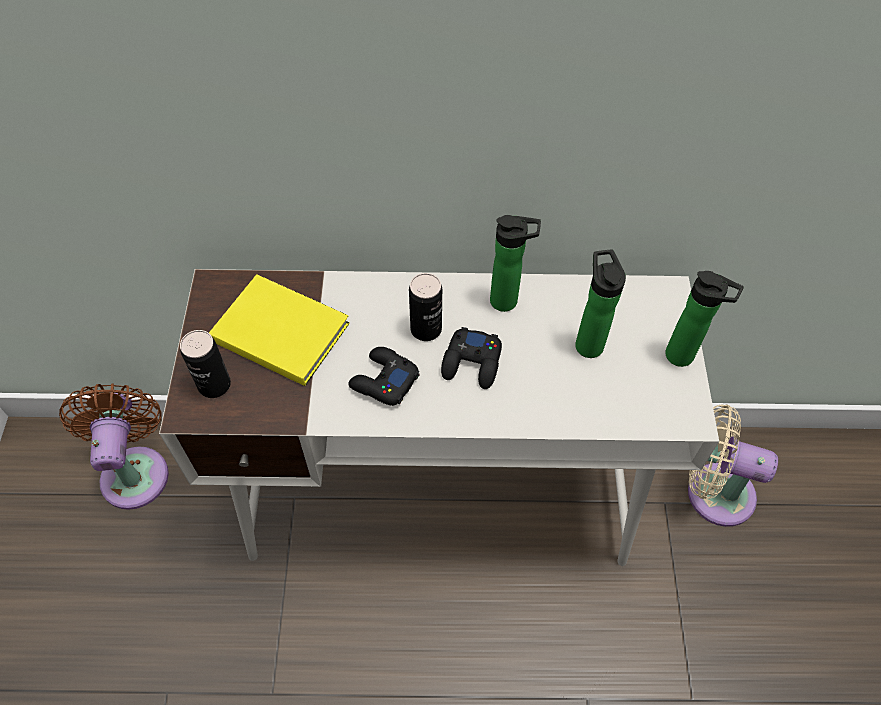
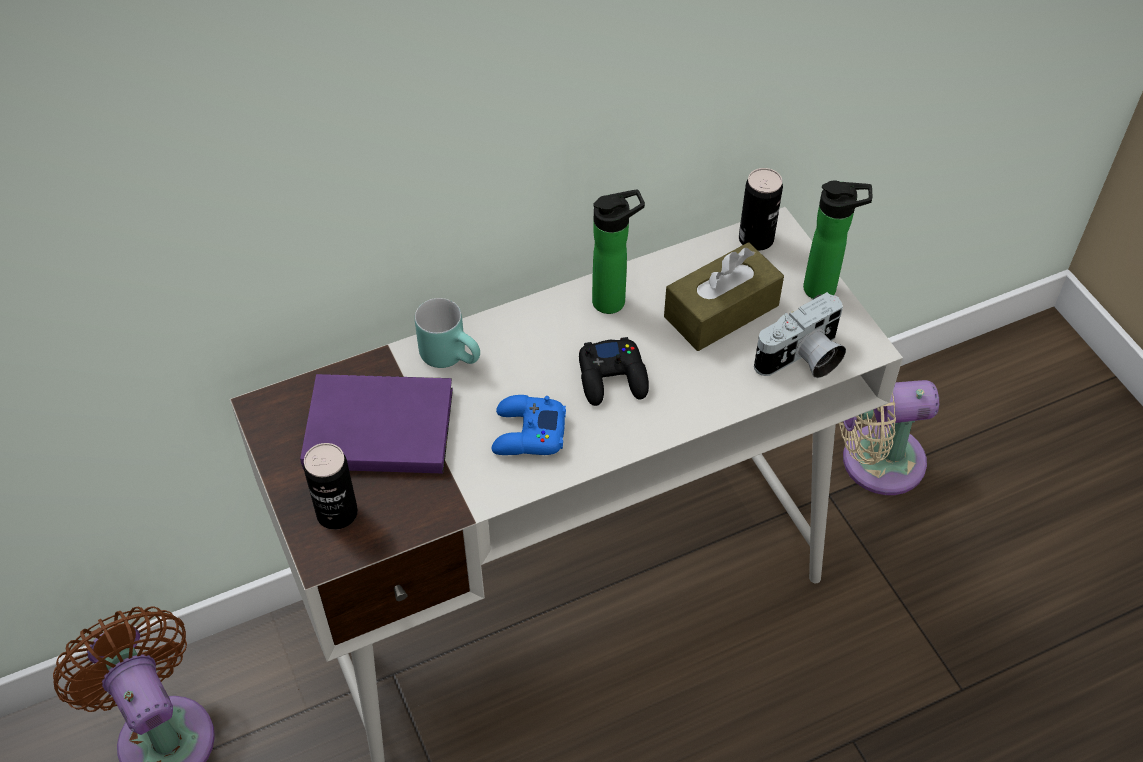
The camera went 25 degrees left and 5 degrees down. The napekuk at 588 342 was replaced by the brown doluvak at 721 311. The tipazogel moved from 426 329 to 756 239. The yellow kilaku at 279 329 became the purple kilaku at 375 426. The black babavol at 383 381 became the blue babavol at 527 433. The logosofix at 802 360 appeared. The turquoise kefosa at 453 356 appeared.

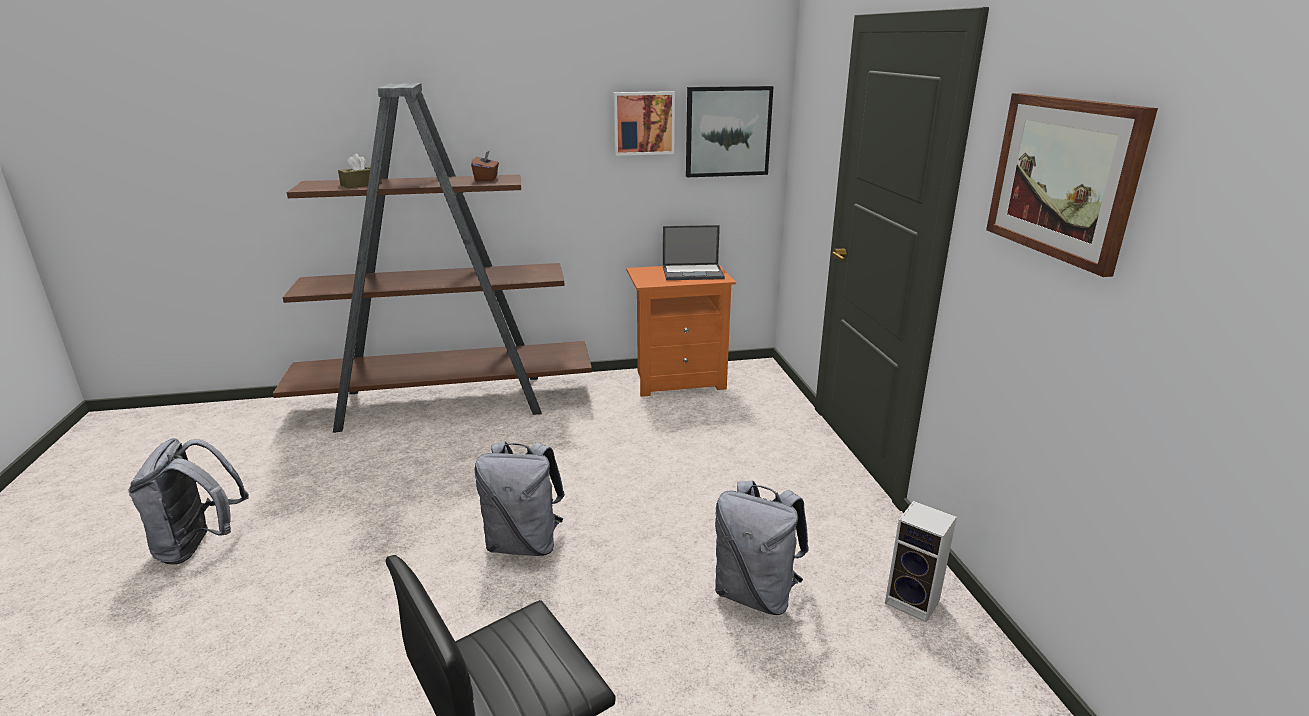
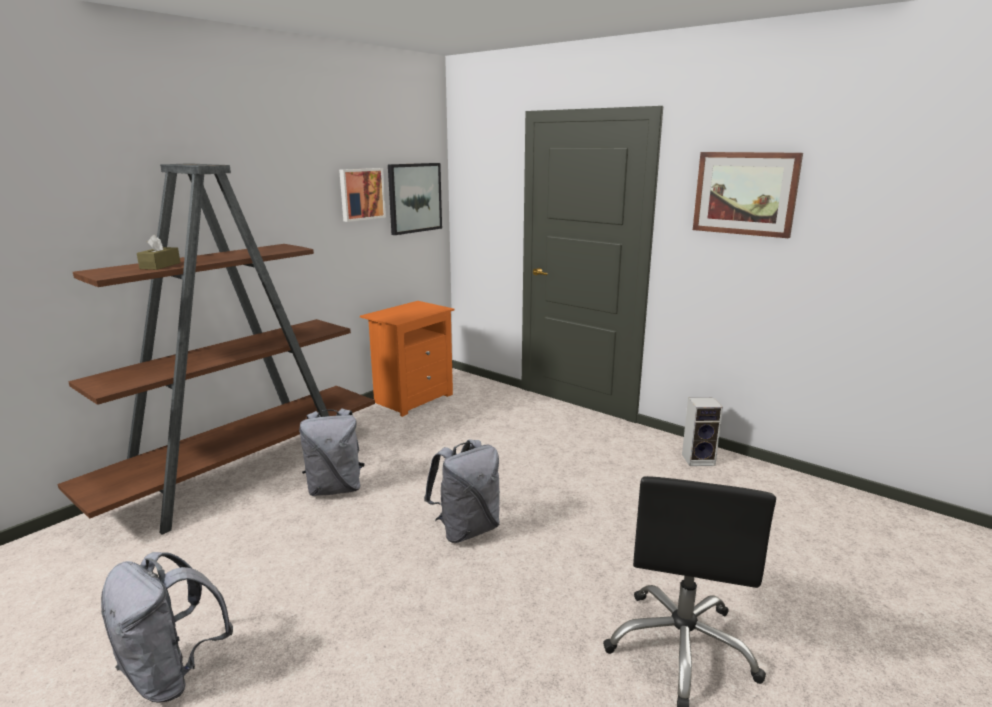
The camera went 40 degrees left and 5 degrees down. The brown doluvak at 487 179 disappeared. The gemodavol at 693 272 disappeared. The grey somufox moved from 756 594 to 335 488.

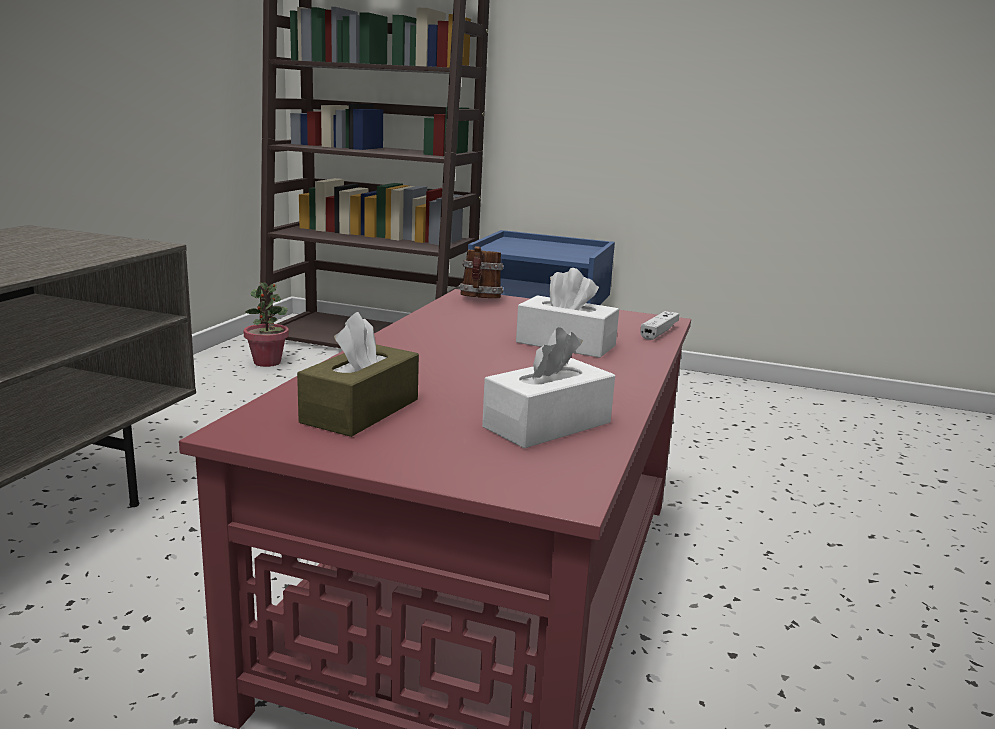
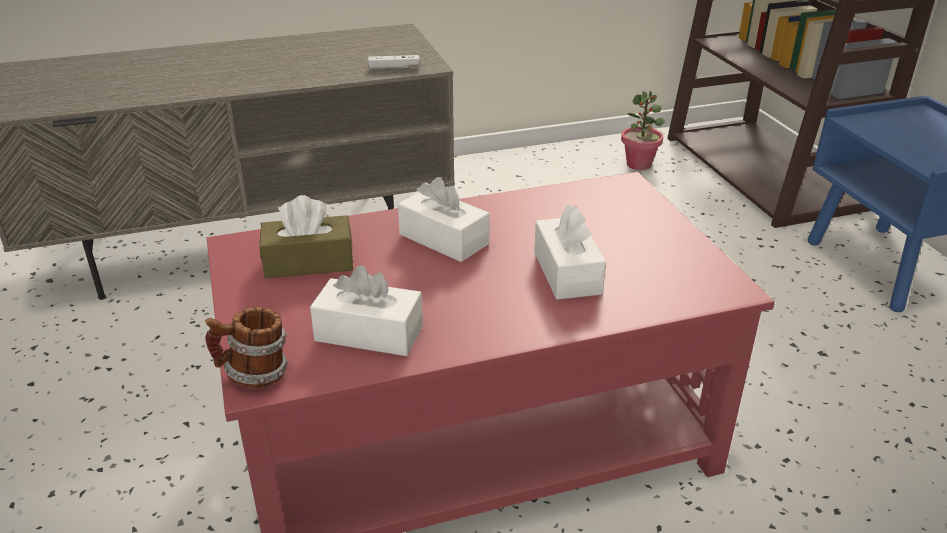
The camera went 55 degrees right and 15 degrees up. The kefosa moved from 480 299 to 254 376. The white babavol moved from 659 332 to 394 68. The white doluvak at 443 239 appeared.

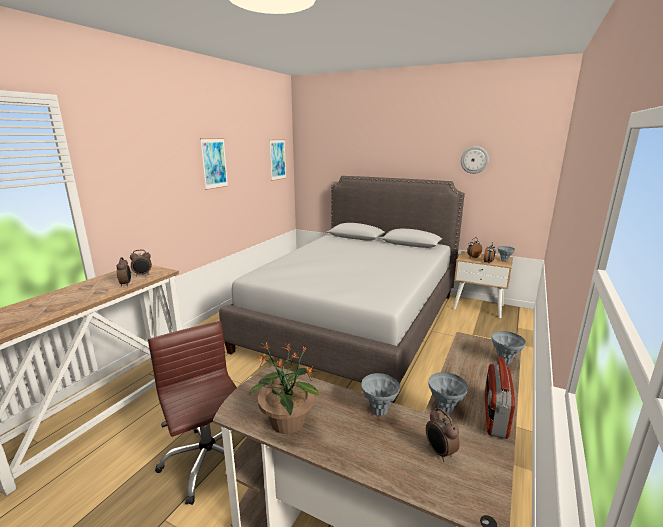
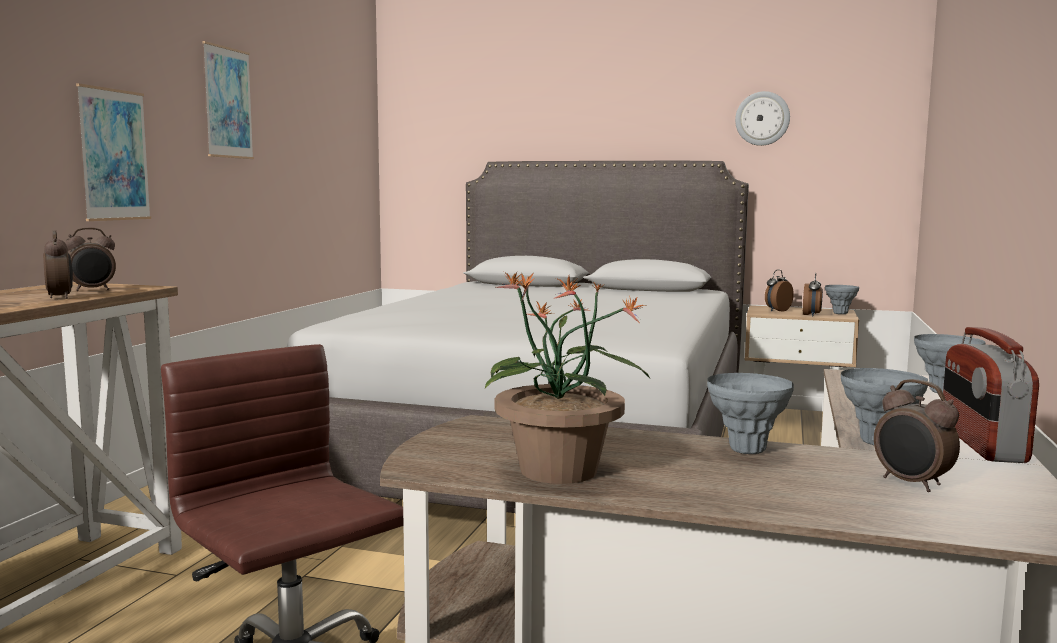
The camera went 10 degrees left and 10 degrees down. The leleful moved from 277 159 to 114 155.

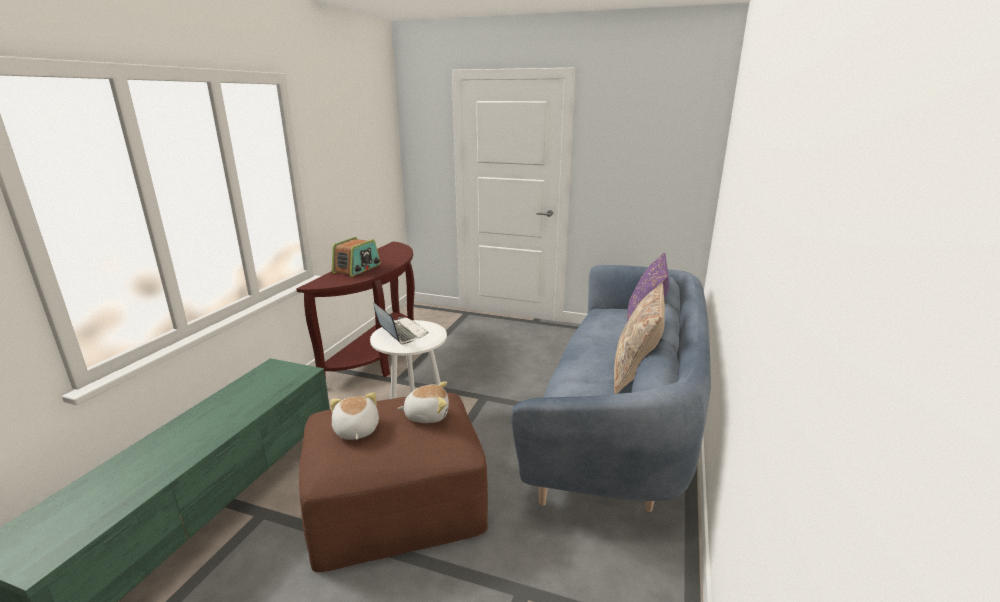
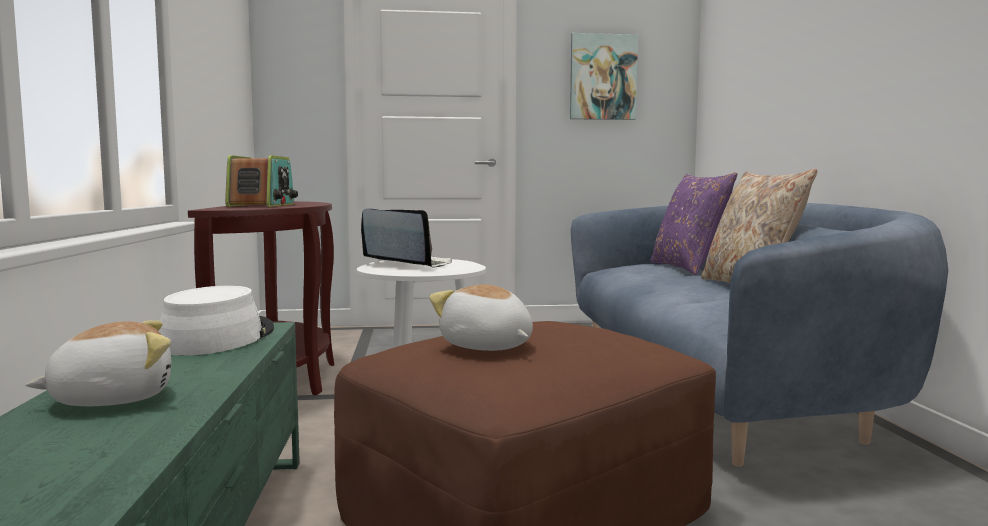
The camera went 25 degrees left and 15 degrees down. The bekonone moved from 427 415 to 112 398. The leleful at 603 77 appeared. The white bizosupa at 217 338 appeared.

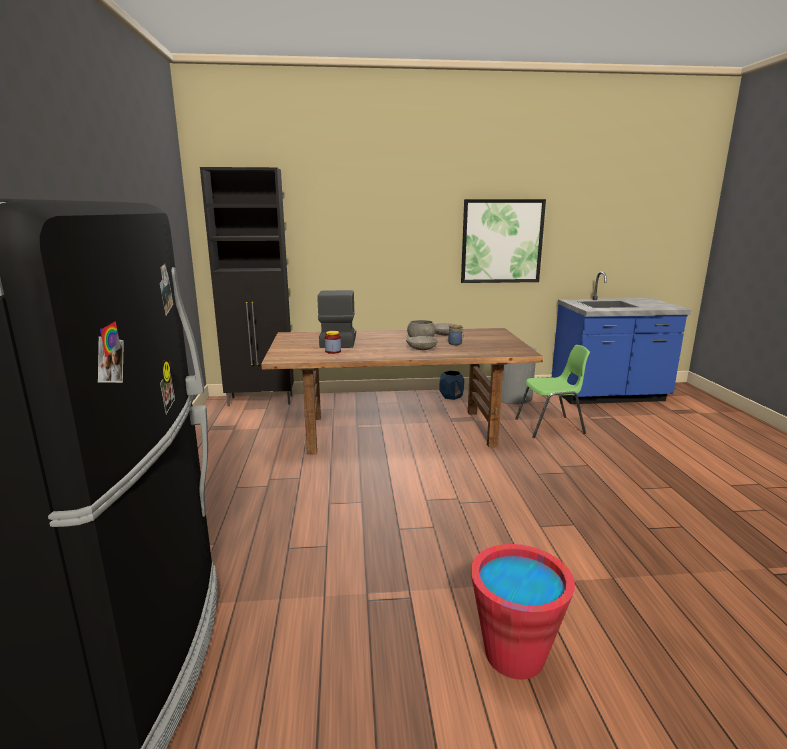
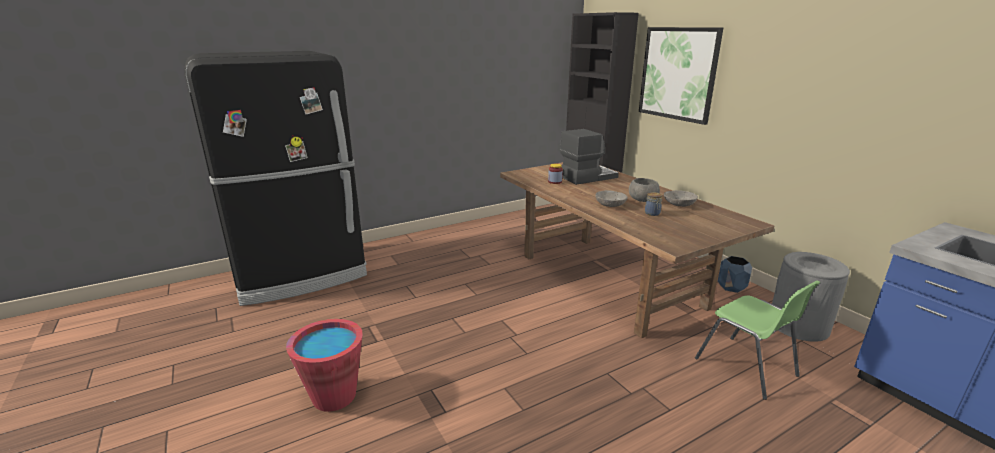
The camera went 65 degrees right and 5 degrees up. The leleful moved from 502 241 to 678 74.

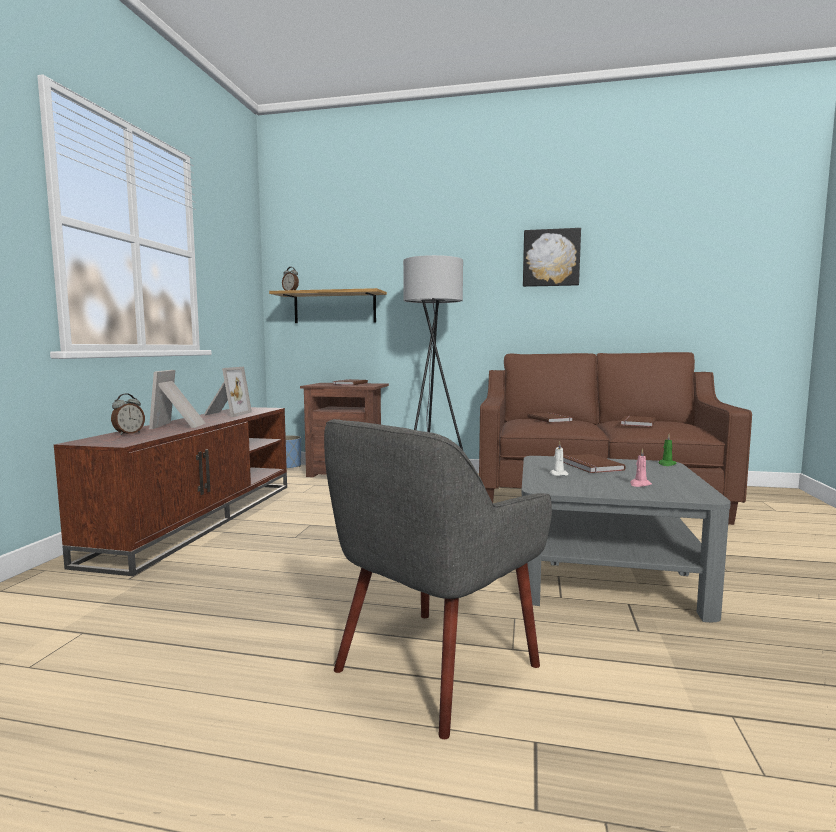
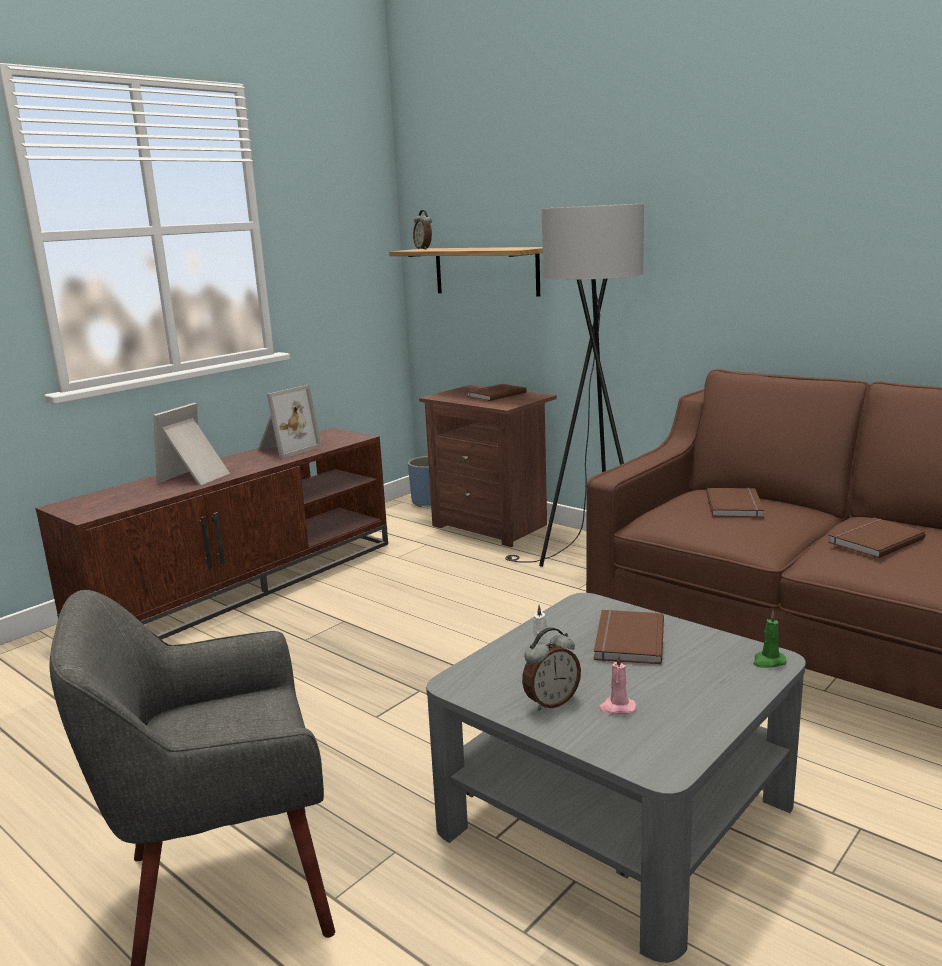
The camera went 30 degrees right and 10 degrees up. The leleful at 551 258 disappeared. The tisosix moved from 128 433 to 551 702.

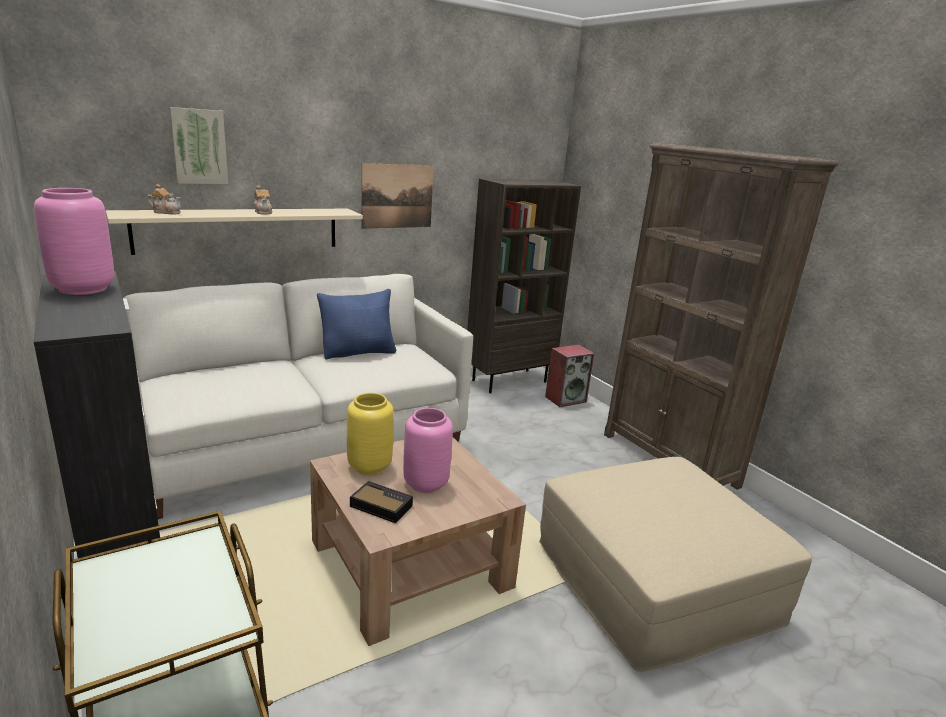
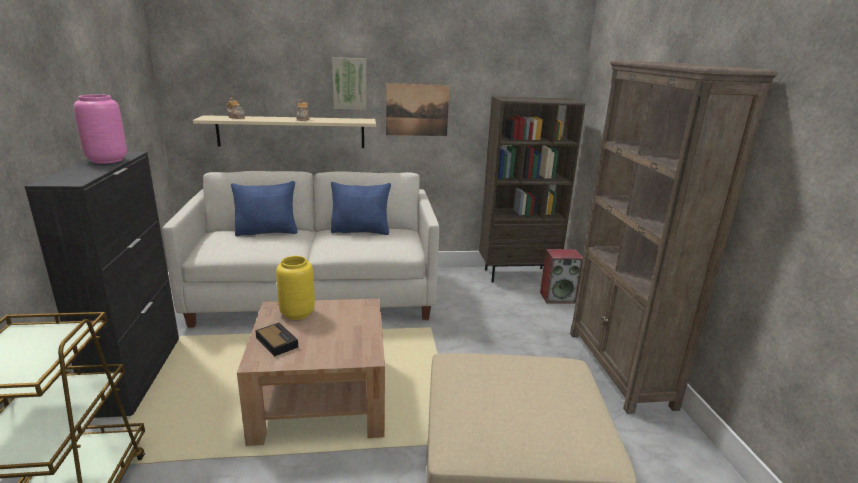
The camera went 25 degrees right and 0 degrees up. The leleful moved from 199 146 to 350 83. The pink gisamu at 426 483 disappeared. The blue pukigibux at 267 232 appeared.

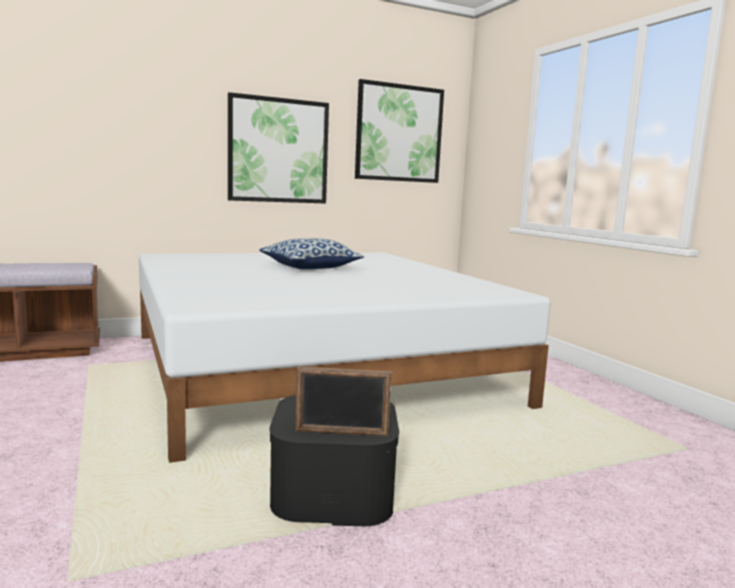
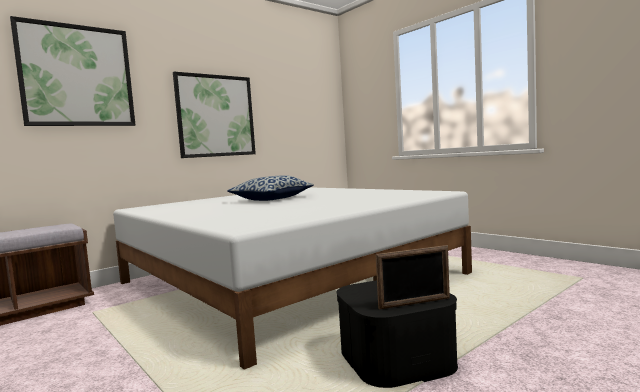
The camera went 15 degrees left and 5 degrees down. The leleful moved from 399 133 to 77 76.

